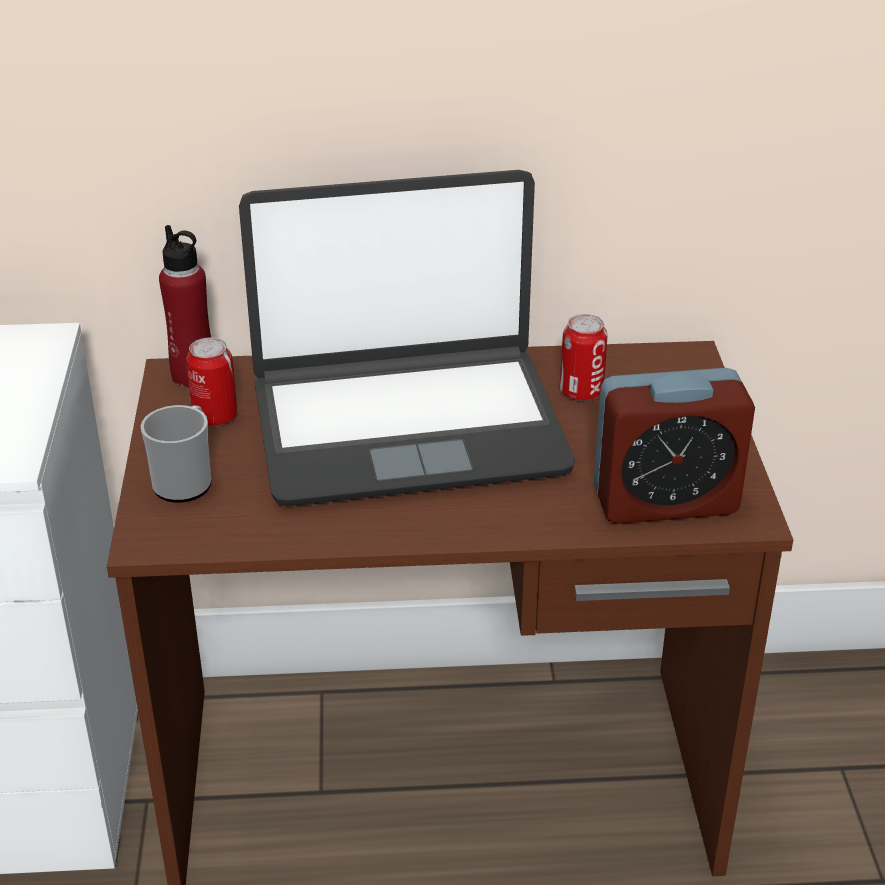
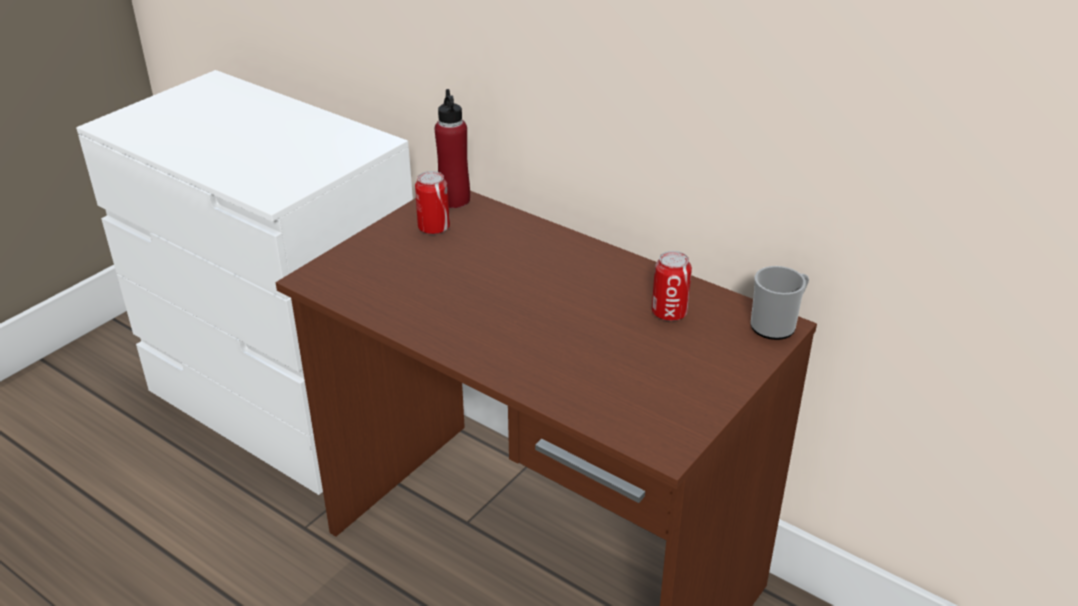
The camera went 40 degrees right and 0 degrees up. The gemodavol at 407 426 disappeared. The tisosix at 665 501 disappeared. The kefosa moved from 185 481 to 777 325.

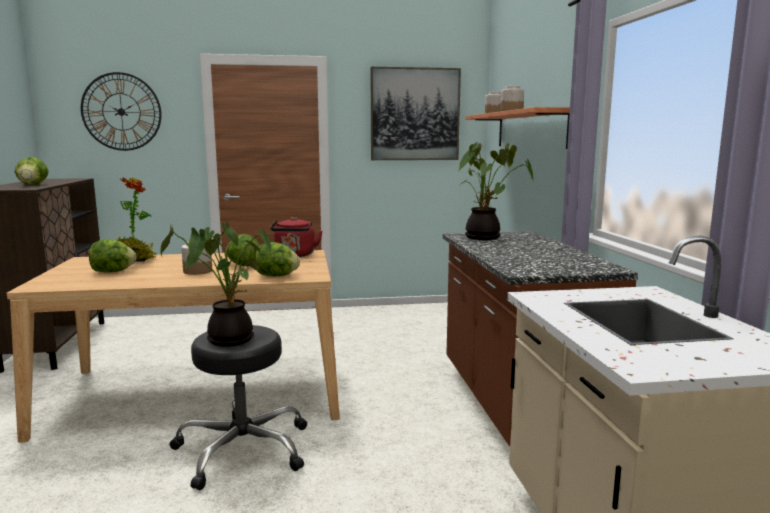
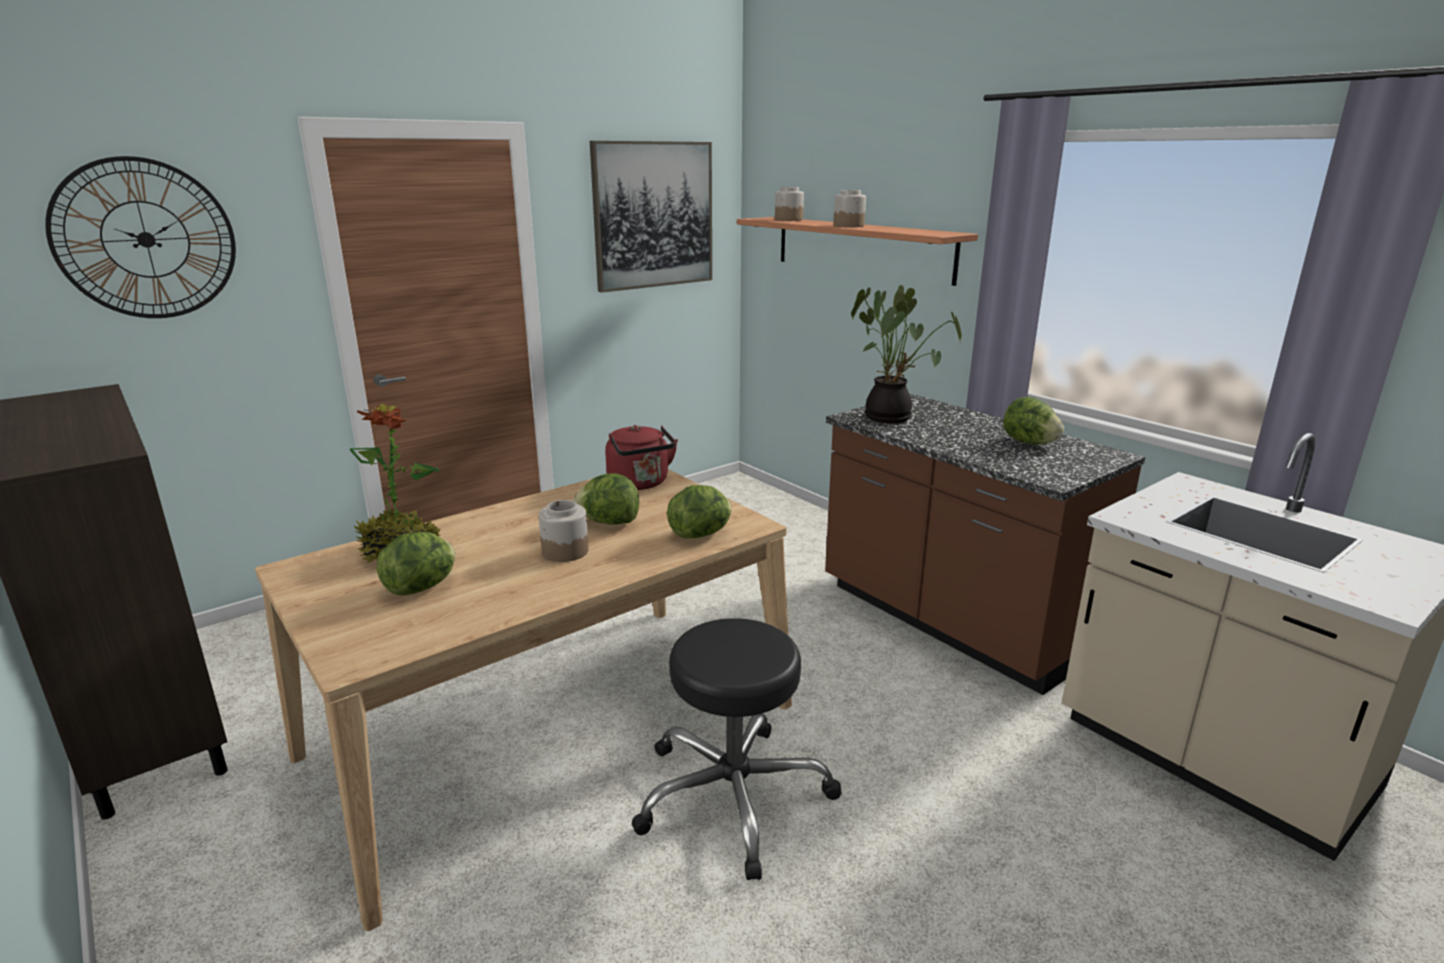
The camera went 30 degrees left and 10 degrees up. The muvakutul moved from 33 185 to 1029 442. The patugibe at 228 339 disappeared.

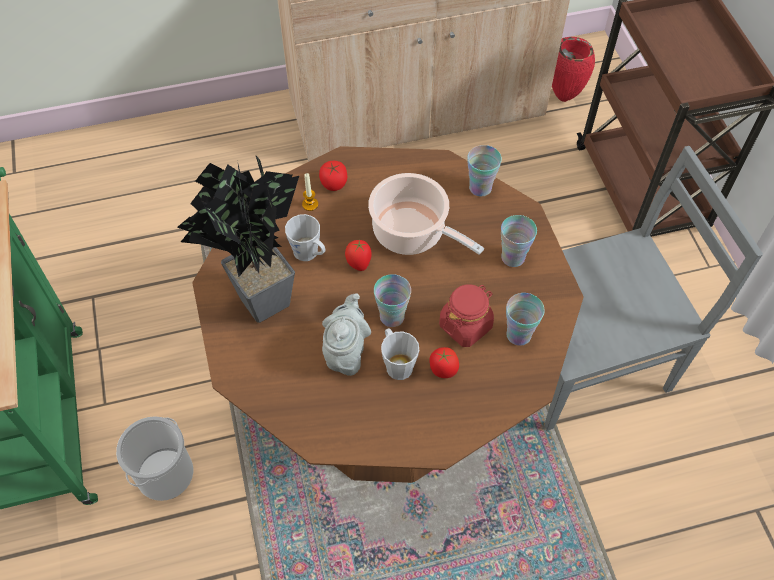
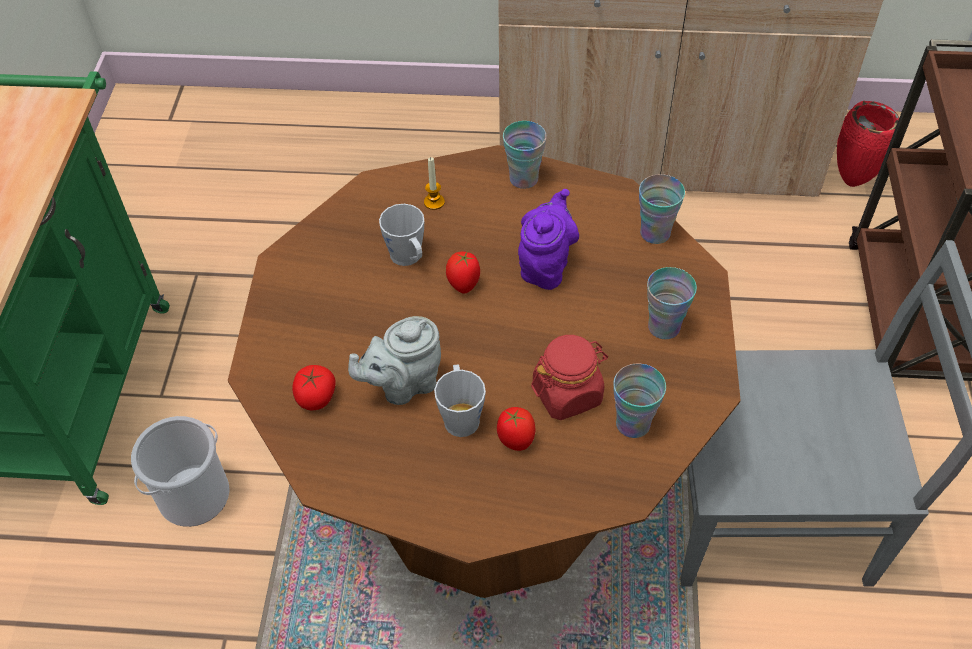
The camera went 20 degrees right and 5 degrees down. The patugibe at 256 302 disappeared. The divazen moved from 334 183 to 316 397. The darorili at 412 233 was replaced by the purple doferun at 546 265. The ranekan moved from 392 316 to 523 179. The grey doferun at 346 352 turned 150 degrees counterclockwise.

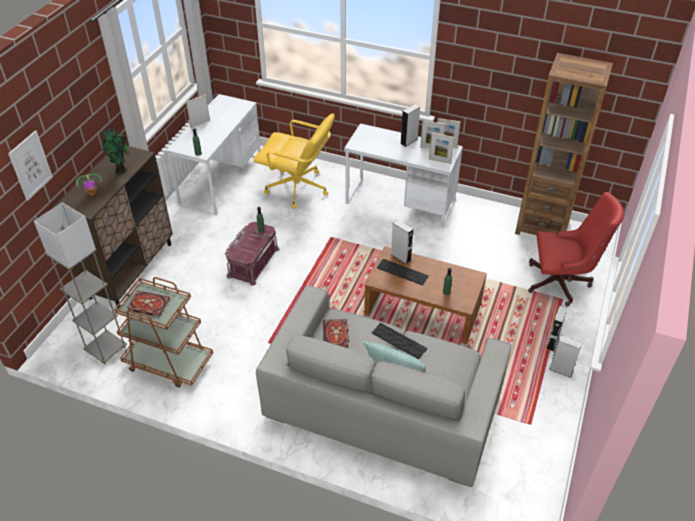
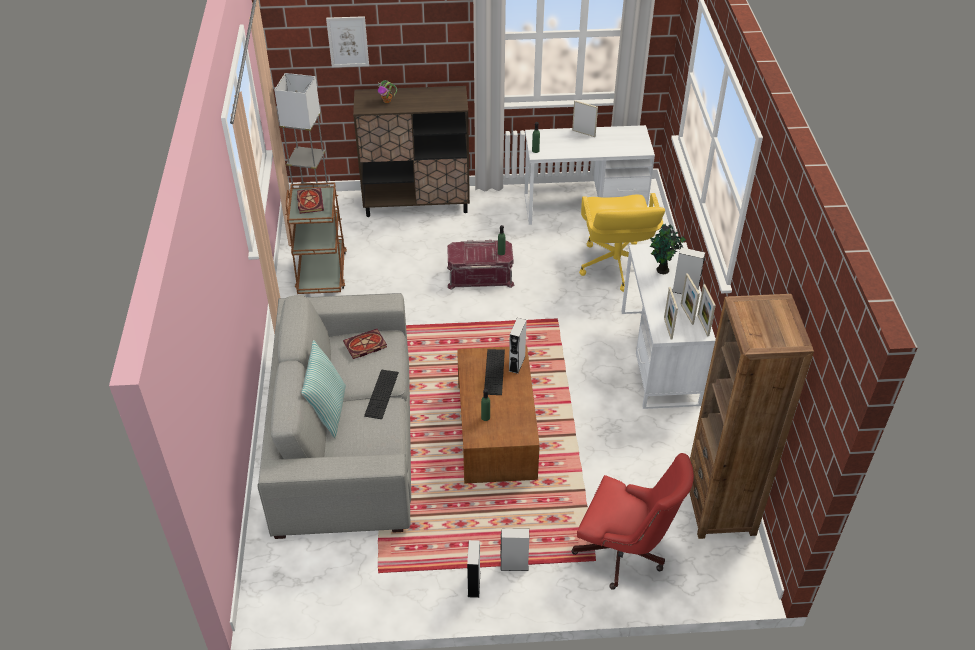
The camera went 65 degrees right and 0 degrees up. The patugibe moved from 121 170 to 662 270. The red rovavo at 561 283 turned 45 degrees counterclockwise.

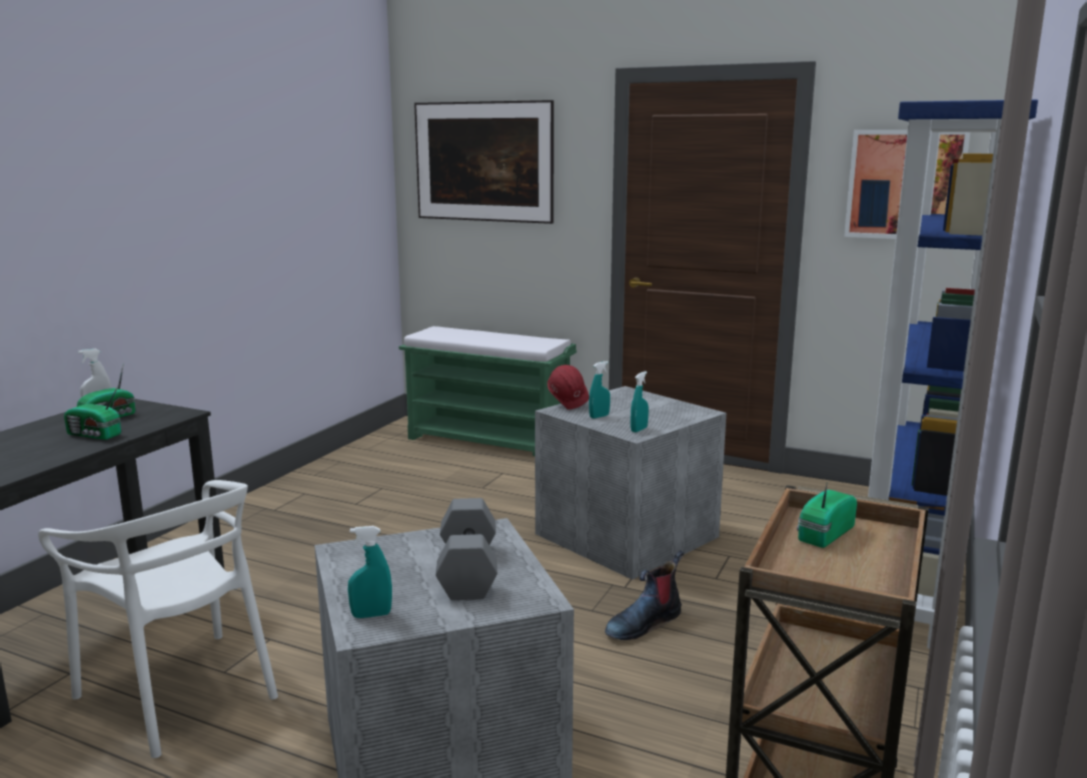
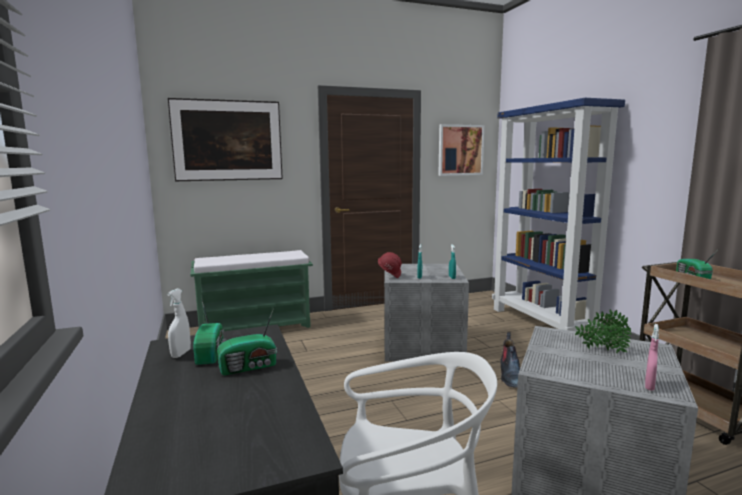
The camera went 45 degrees left and 5 degrees down. The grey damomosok at 466 570 was replaced by the patugibe at 601 350. The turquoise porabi at 371 615 became the pink porabi at 649 386.

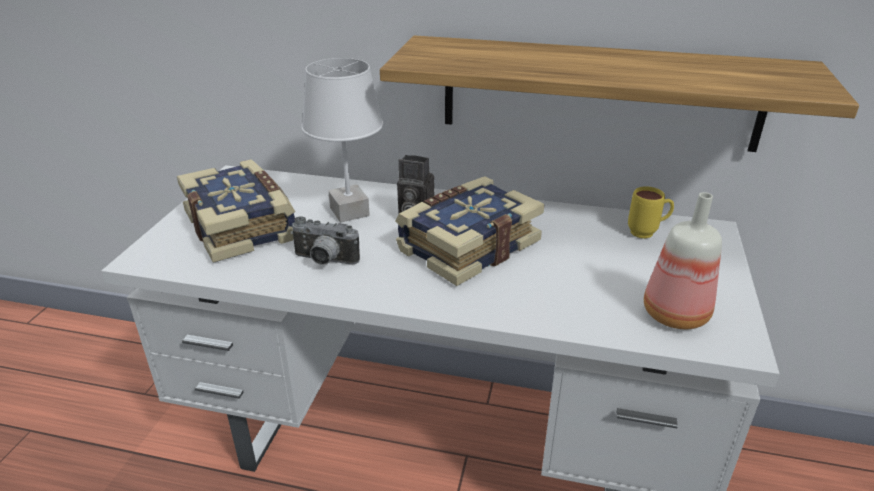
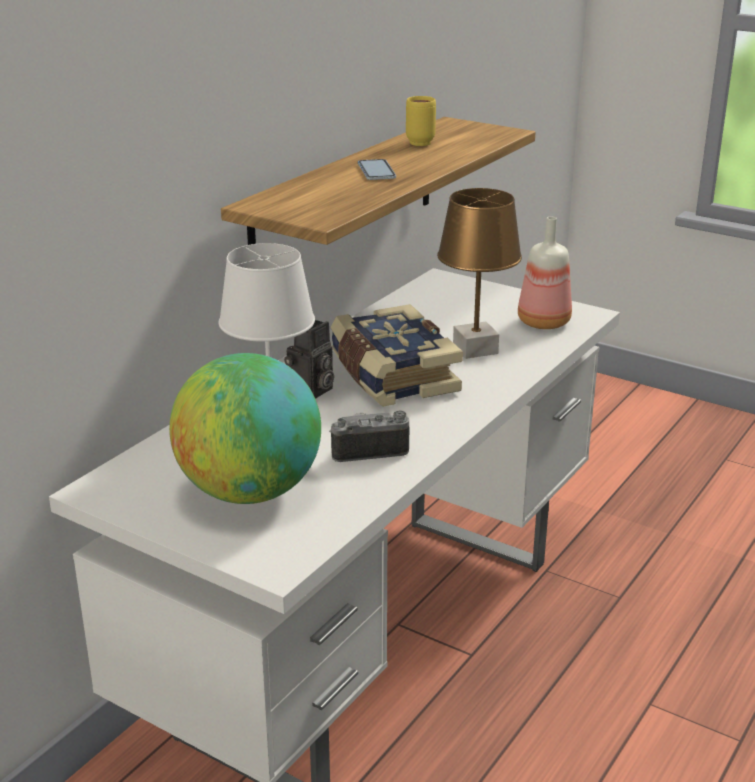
The camera went 70 degrees left and 5 degrees down. The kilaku at 243 226 was replaced by the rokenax at 249 492. The yellow kefosa moved from 647 233 to 421 142. The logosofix at 324 261 turned 135 degrees counterclockwise. The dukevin at 376 171 appeared. The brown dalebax at 475 349 appeared.

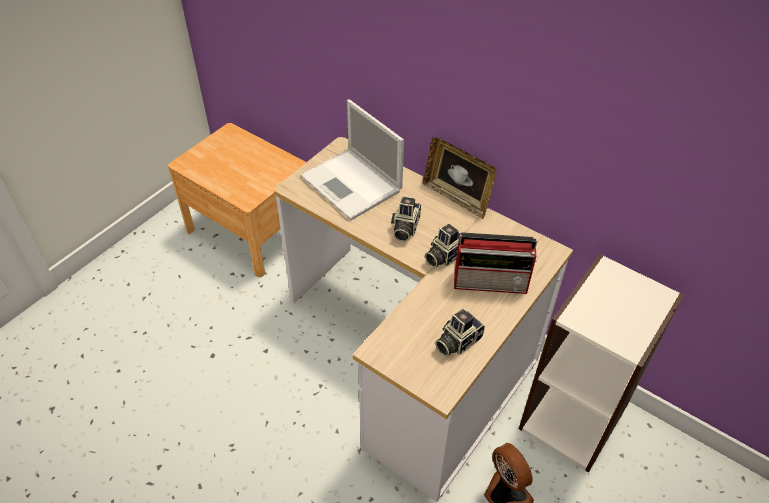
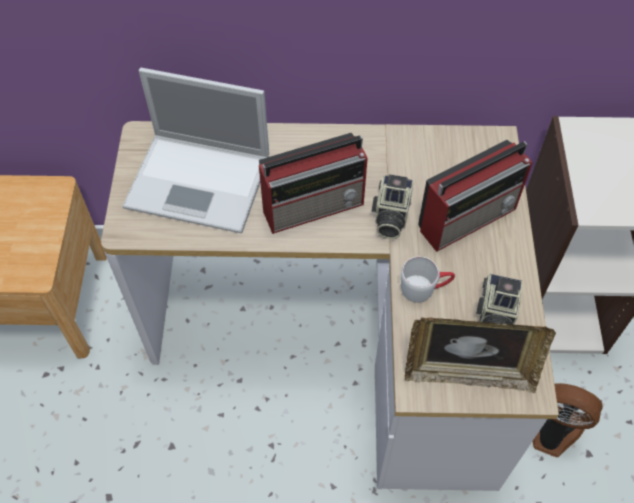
The camera went 35 degrees left and 10 degrees up. The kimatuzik moved from 456 197 to 468 374. The logosofix at 404 228 was replaced by the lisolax at 315 206. The white kefosa at 425 288 appeared.

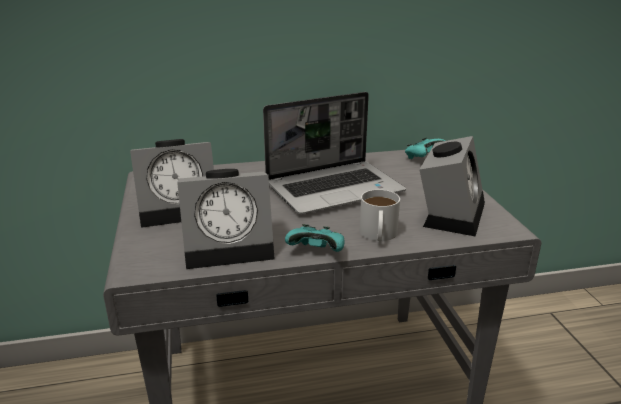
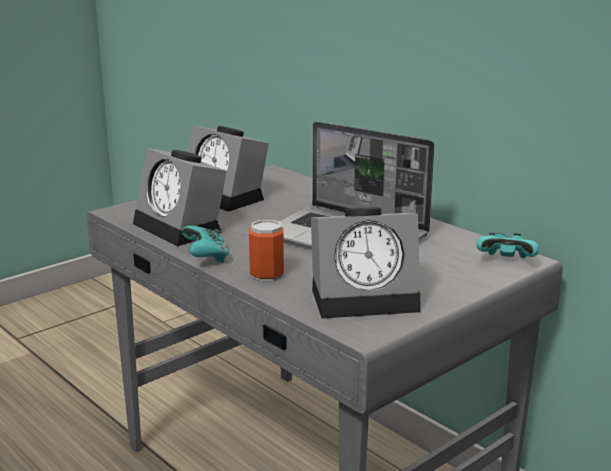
The camera went 60 degrees right and 5 degrees down. The white kefosa at 378 235 was replaced by the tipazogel at 267 274.

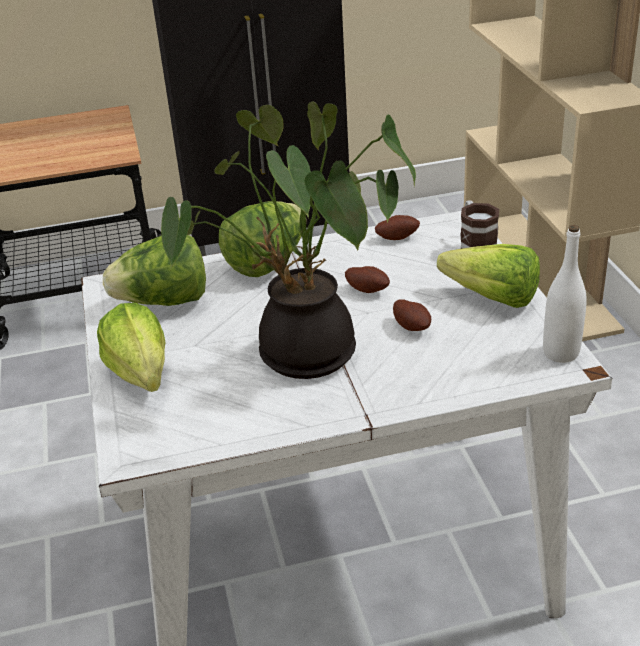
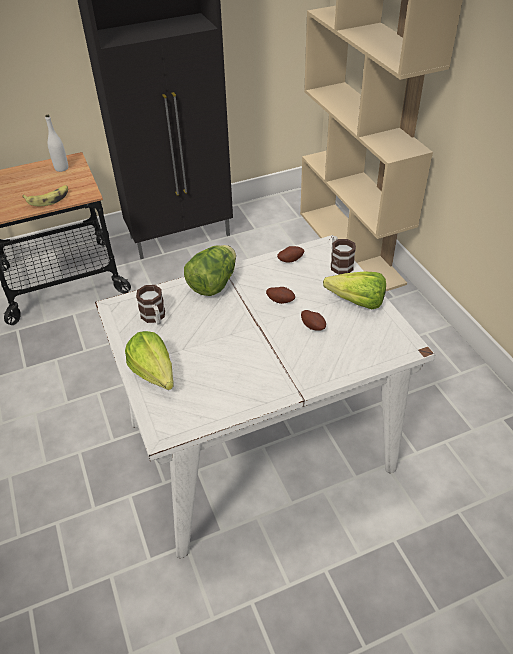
The camera went 10 degrees left and 10 degrees up. The patugibe at 302 359 disappeared. The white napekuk moved from 561 353 to 61 168. The muvakutul at 164 302 was replaced by the kefosa at 154 318. The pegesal at 49 199 appeared.

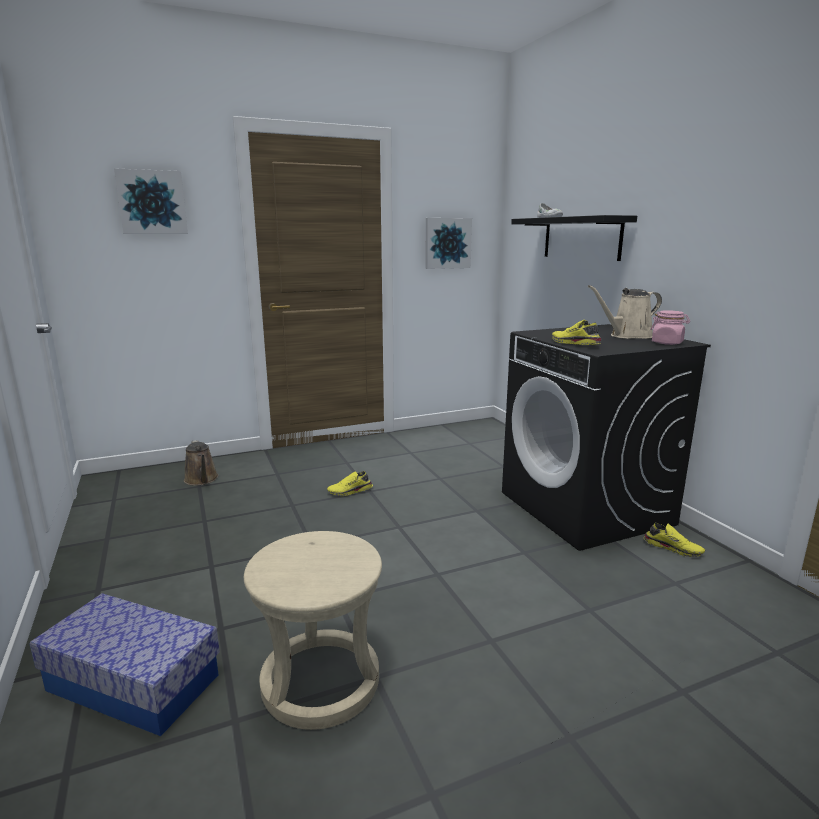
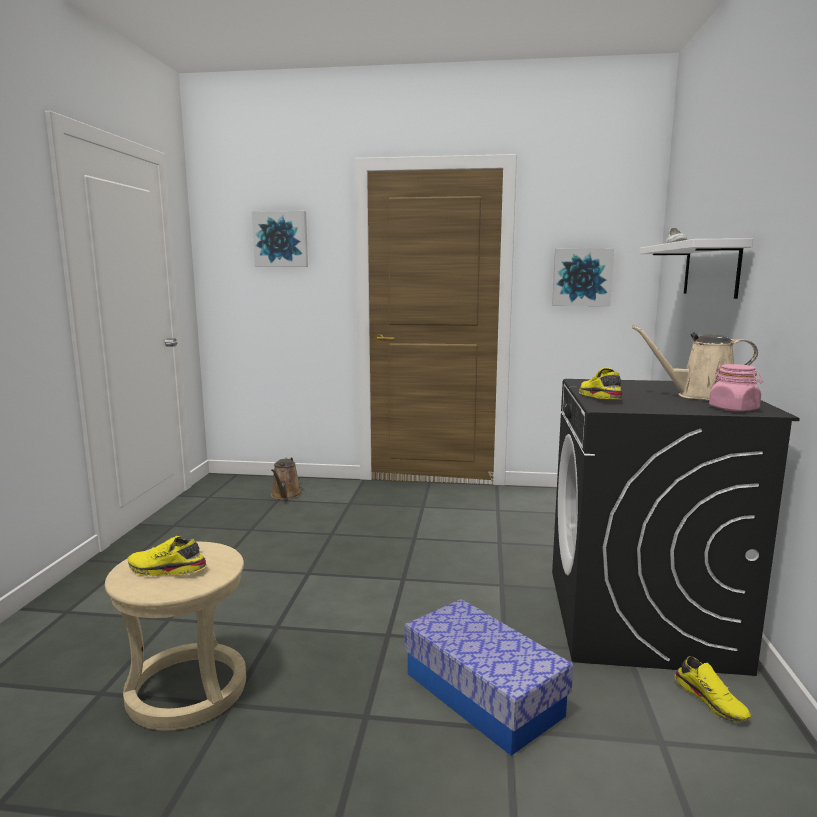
The camera went 30 degrees right and 5 degrees down. The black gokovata at 581 238 became the white gokovata at 711 269. The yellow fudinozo moved from 350 491 to 166 570. The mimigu moved from 133 682 to 483 694.

